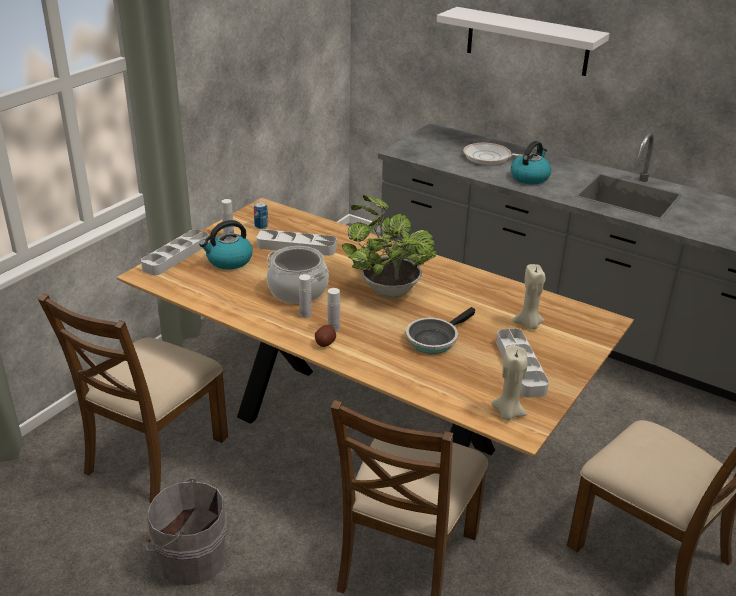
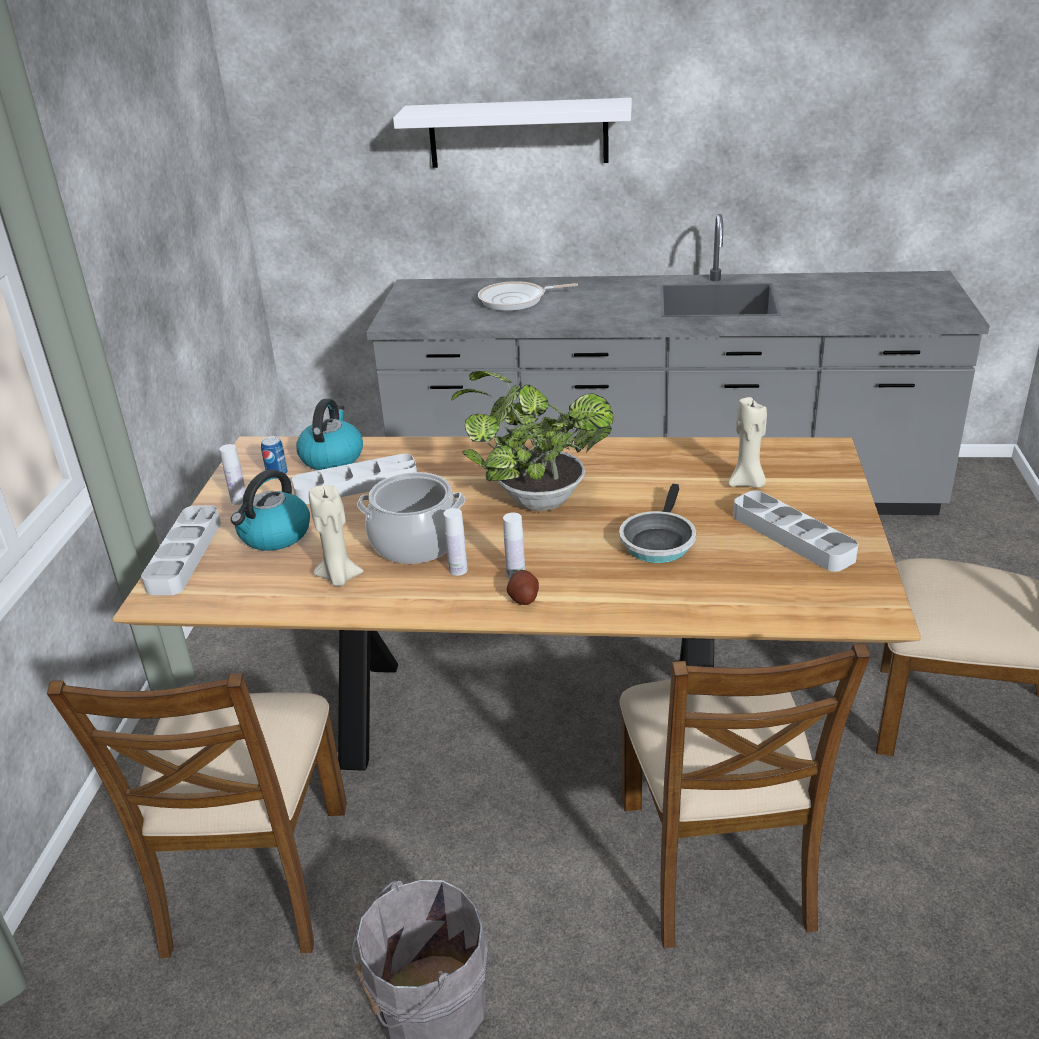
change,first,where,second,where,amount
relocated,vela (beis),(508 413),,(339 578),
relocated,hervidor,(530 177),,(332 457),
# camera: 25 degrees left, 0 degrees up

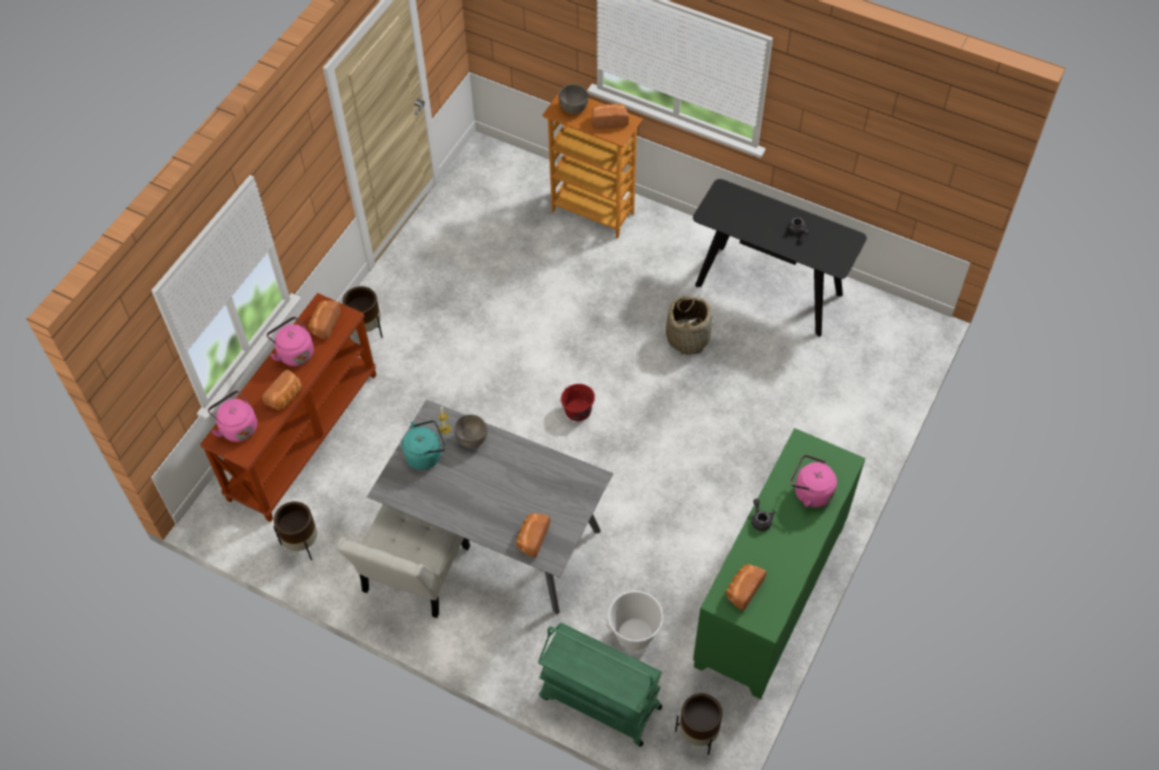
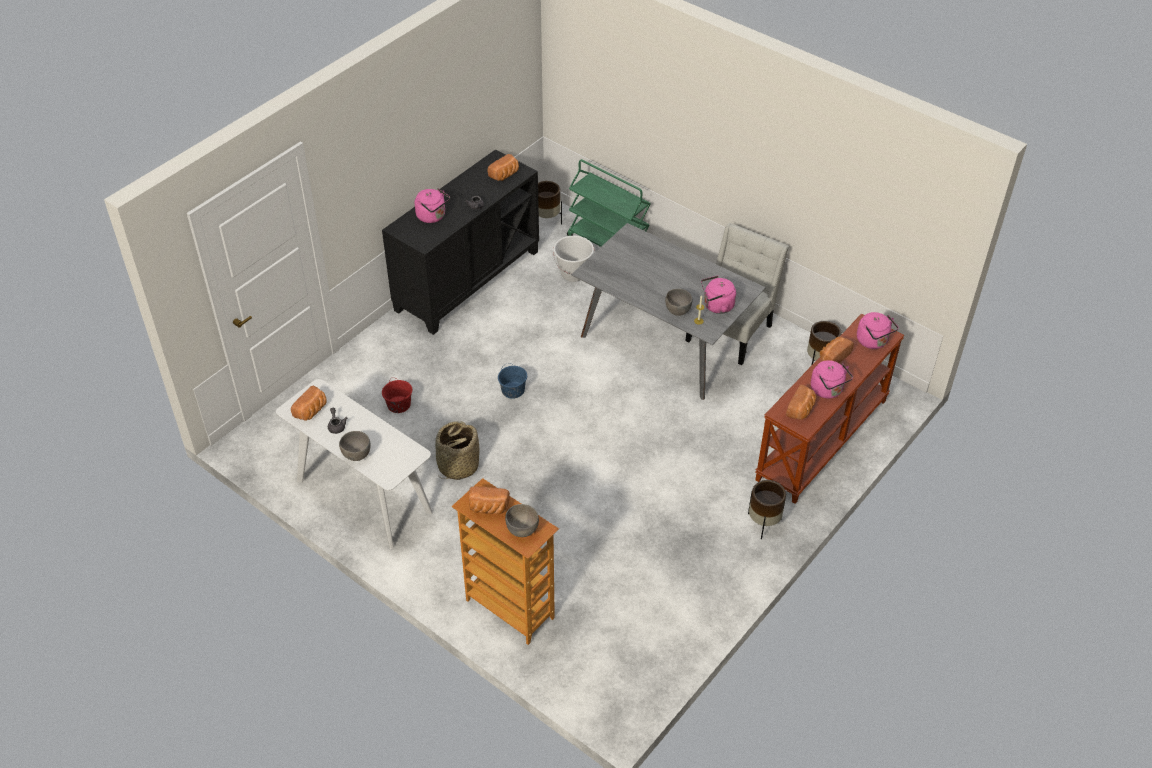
change,first,where,second,where,amount
colour,hervidor (turquesa),(425 454),hervidor (rosa),(716 306),
relocated,pan,(532 538),,(312 411),
relocated,cubo (rojo),(578 410),,(398 404),
colour,mesa consola (negro),(769 289),mesa consola (blanco),(363 496),
colour,armario (verde),(771 595),armario (negro),(467 280),
appeared,,,cuenco (gris),(356 454),
appeared,,,cubo (azul),(512 390),
# camera: 170 degrees left, 10 degrees down

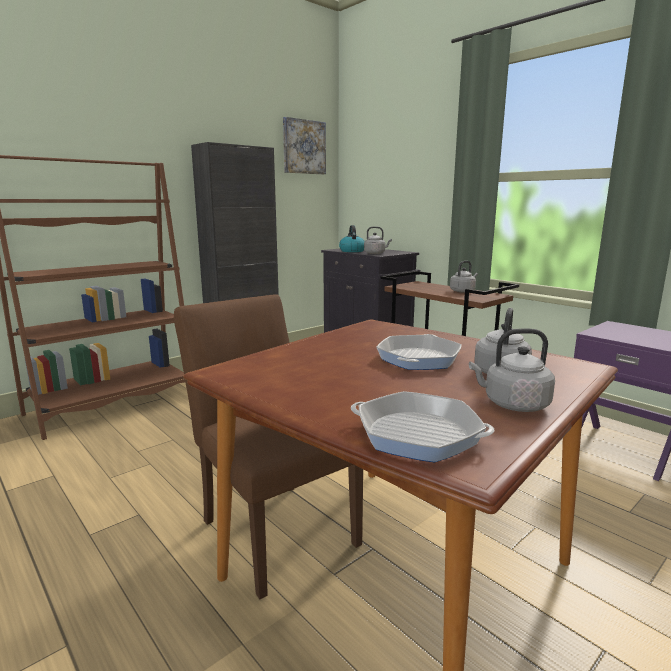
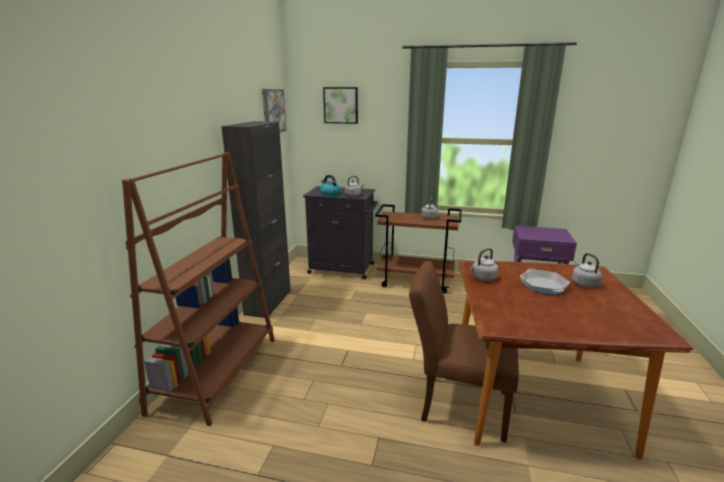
change,first,where,second,where,amount
missing,sartén,(418 434),,,
relocated,hervidor (gris),(513 404),,(482 278),
appeared,,,cuadro,(341 105),
# camera: 35 degrees left, 5 degrees up

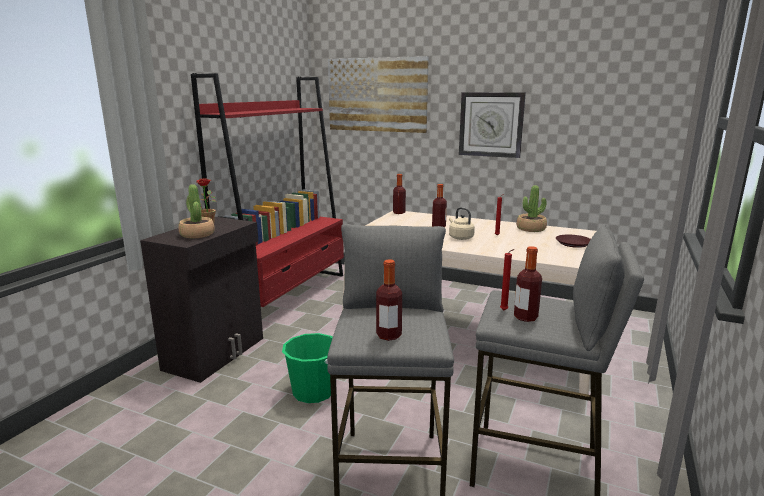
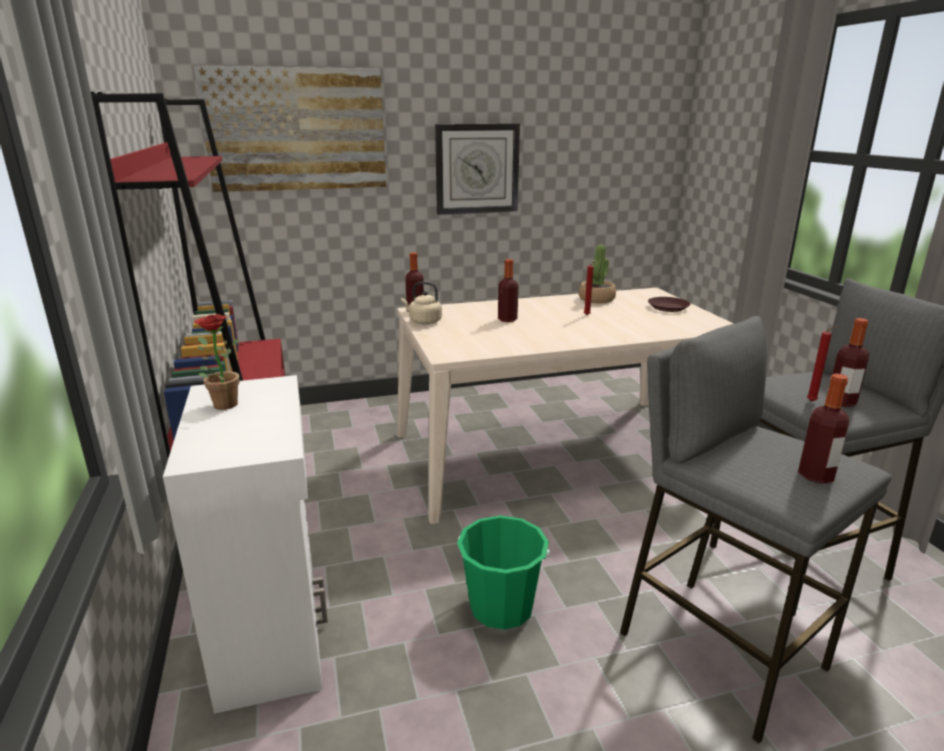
change,first,where,second,where,amount
colour,armario (negro),(216 353),armario (blanco),(273 629),
missing,planta en maceta,(197 234),,,
relocated,hervidor (beis),(460 237),,(423 321),
# camera: 40 degrees left, 5 degrees up

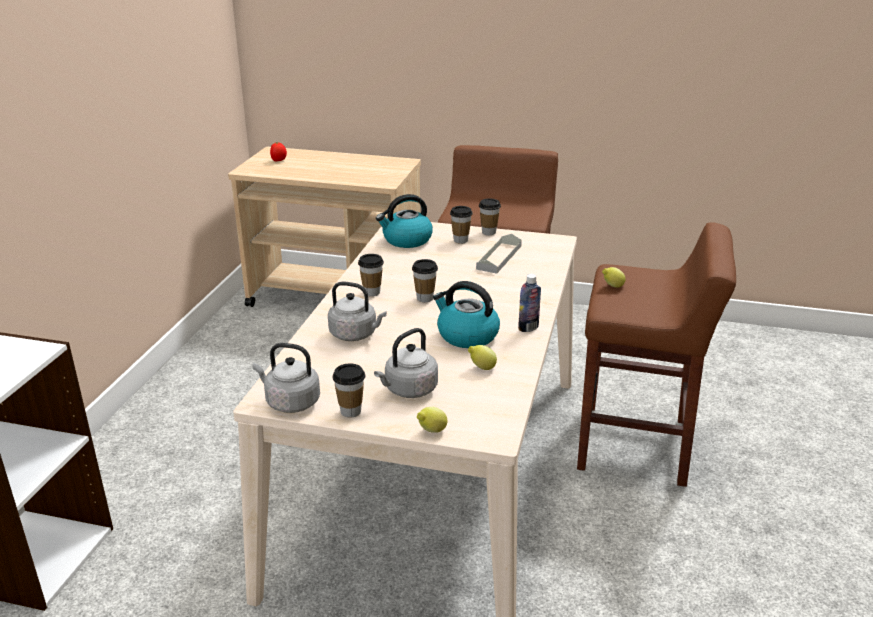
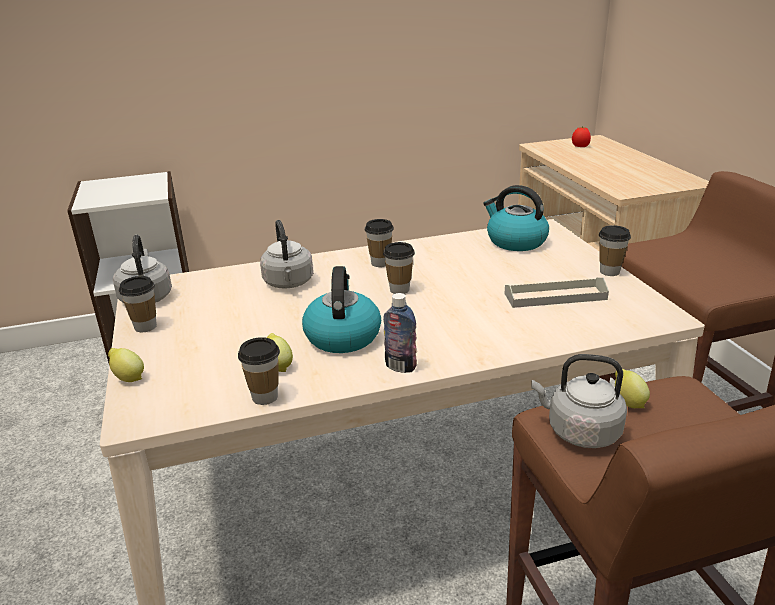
change,first,where,second,where,amount
relocated,hervidor (gris),(408 390),,(579 431),
relocated,taza,(460 240),,(265 397),
# camera: 60 degrees right, 0 degrees up

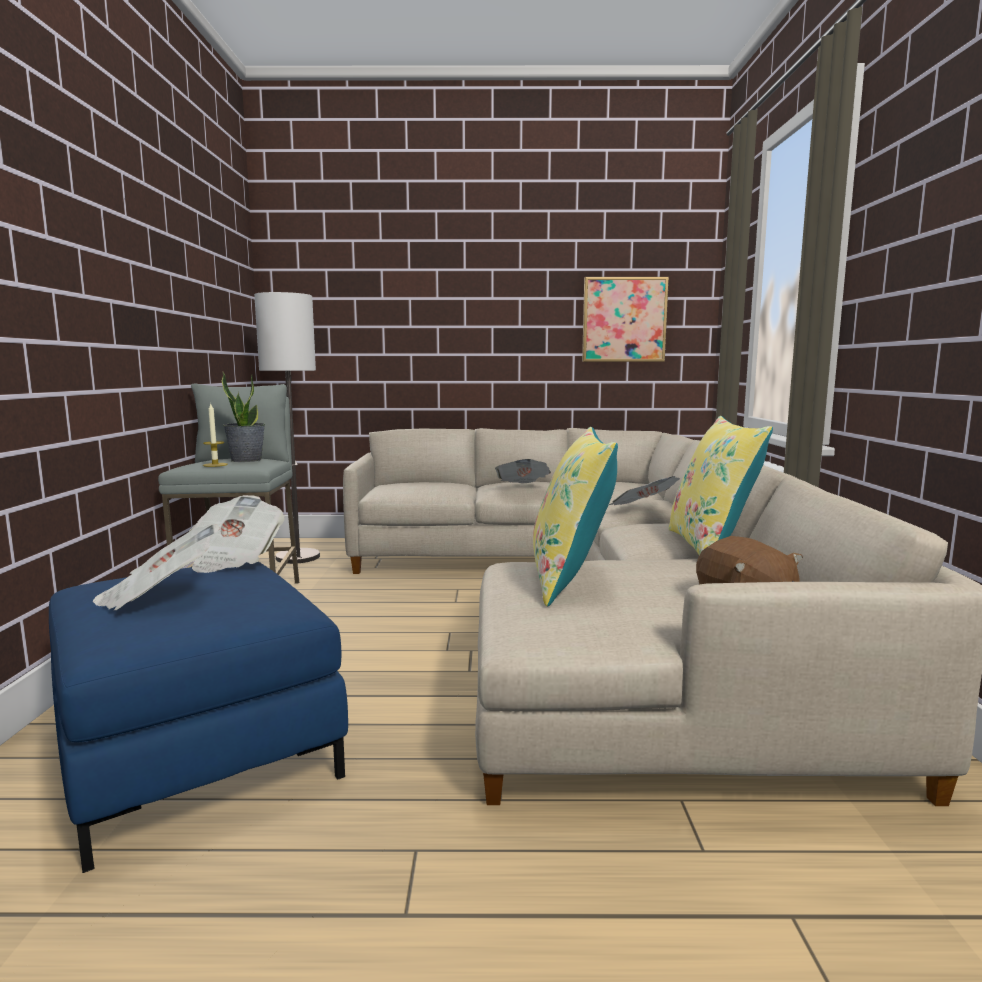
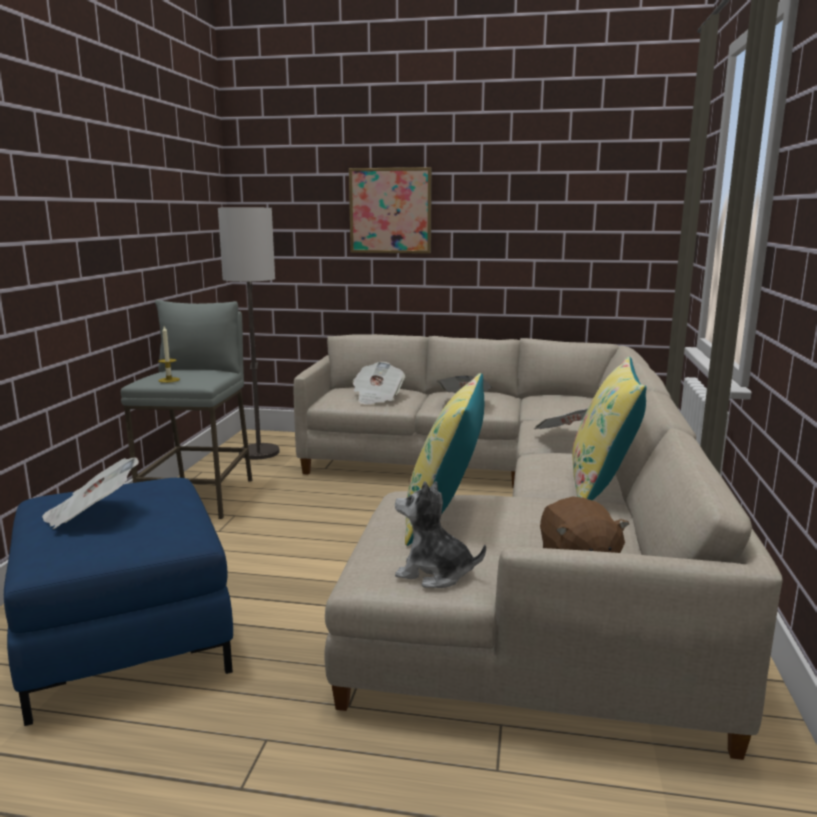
change,first,where,second,where,amount
relocated,periódico,(234 558),,(377 398),
missing,planta en maceta,(246 460),,,
relocated,cuadro,(624 320),,(390 211),
appeared,,,peluche,(434 573),
# camera: 10 degrees right, 5 degrees up

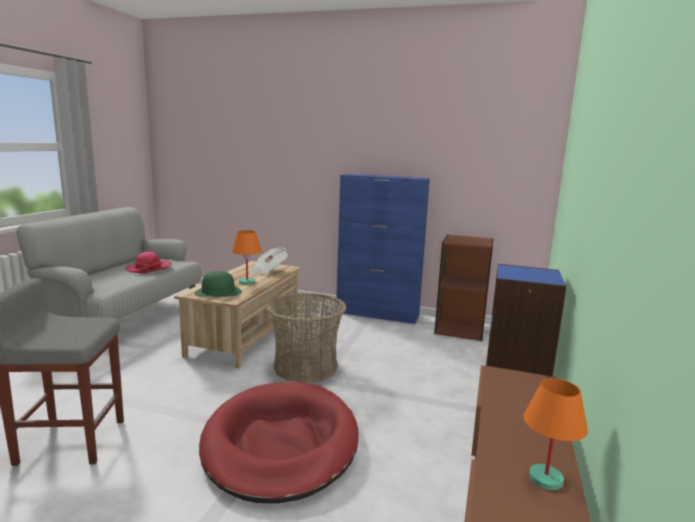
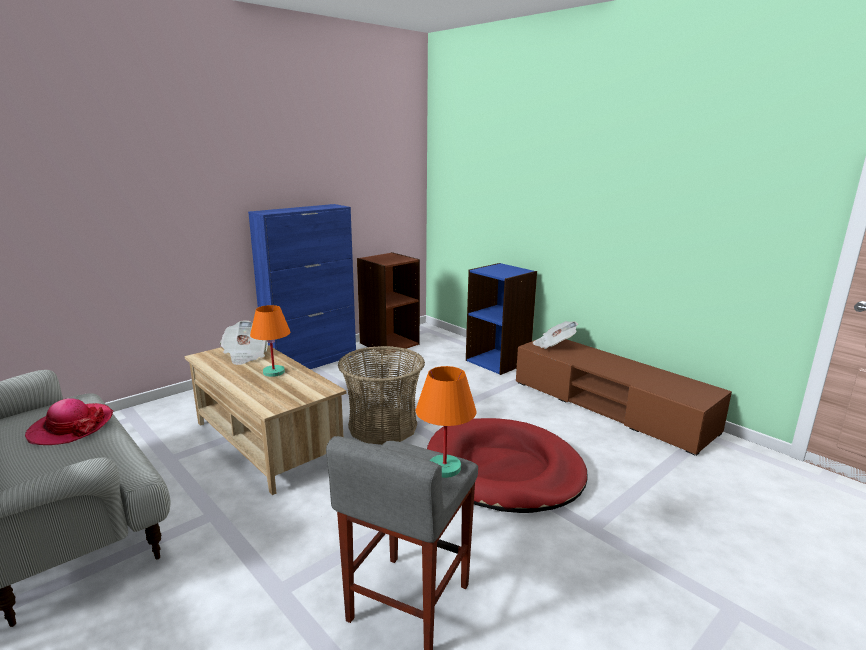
change,first,where,second,where,amount
missing,sombrero (verde),(218 292),,,
relocated,lámpara de mesa (naranja),(546 478),,(444 467),
appeared,,,periódico,(554 345),
# camera: 60 degrees left, 5 degrees up

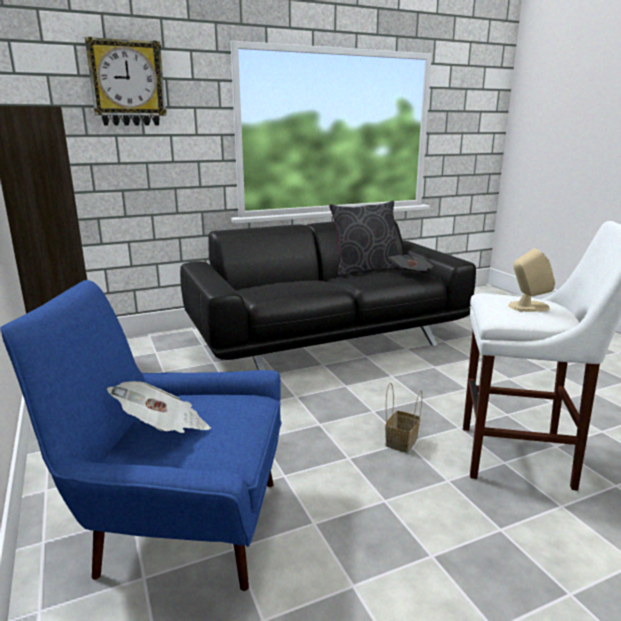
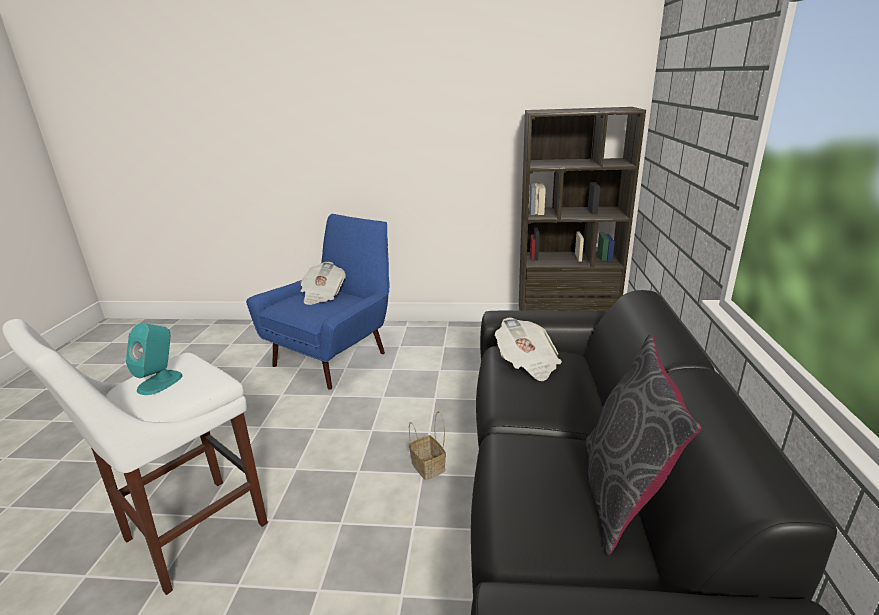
change,first,where,second,where,amount
missing,reloj de pared,(127 83),,,
relocated,cesta,(401 441),,(429 467),
relocated,periódico,(411 275),,(527 364),
colour,altavoz (beis),(528 307),altavoz (turquesa),(160 382),
# camera: 120 degrees right, 5 degrees up

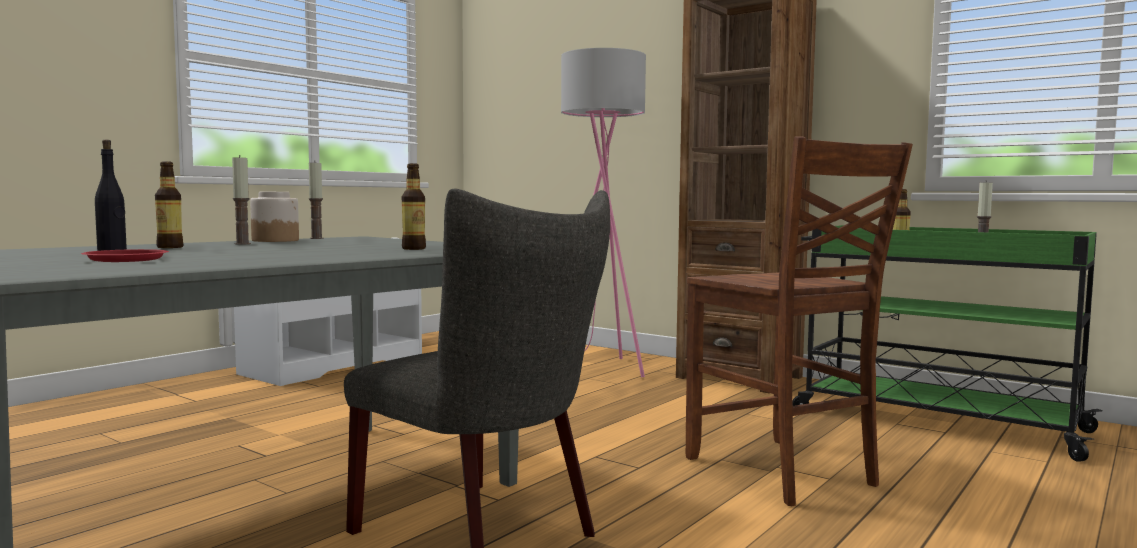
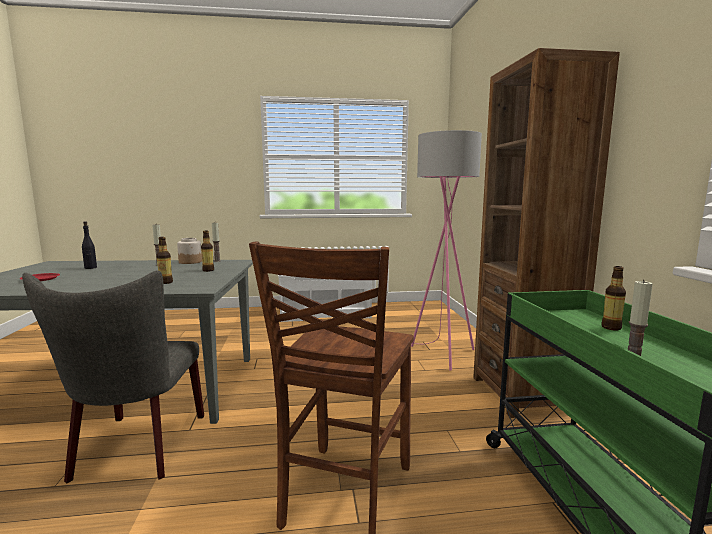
change,first,where,second,where,amount
relocated,botella,(170 247),,(208 270),
# camera: 45 degrees right, 5 degrees up

